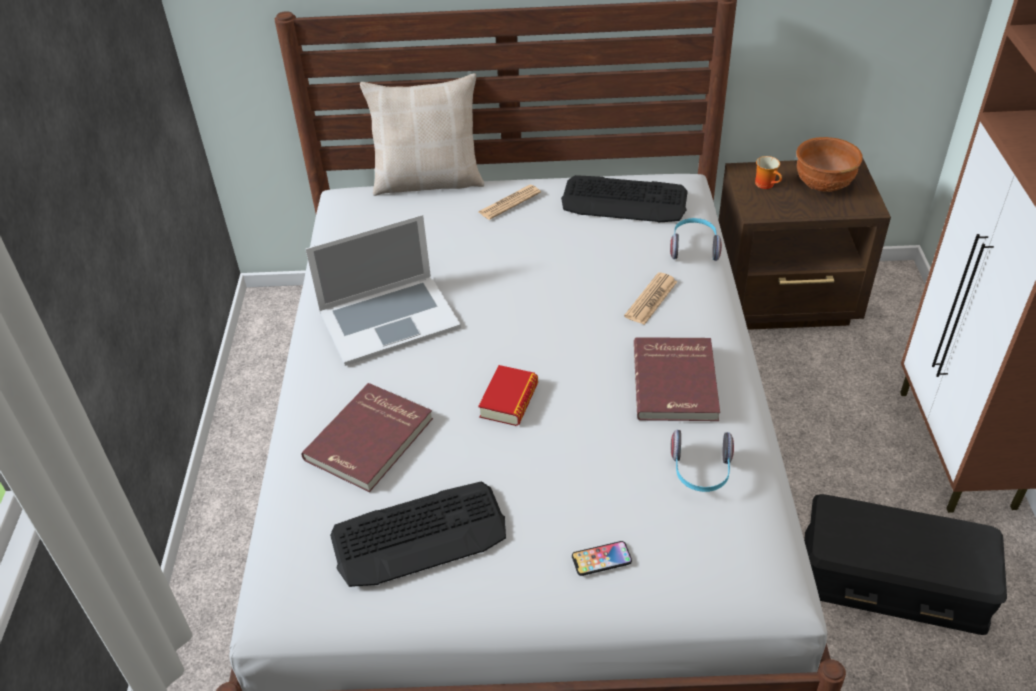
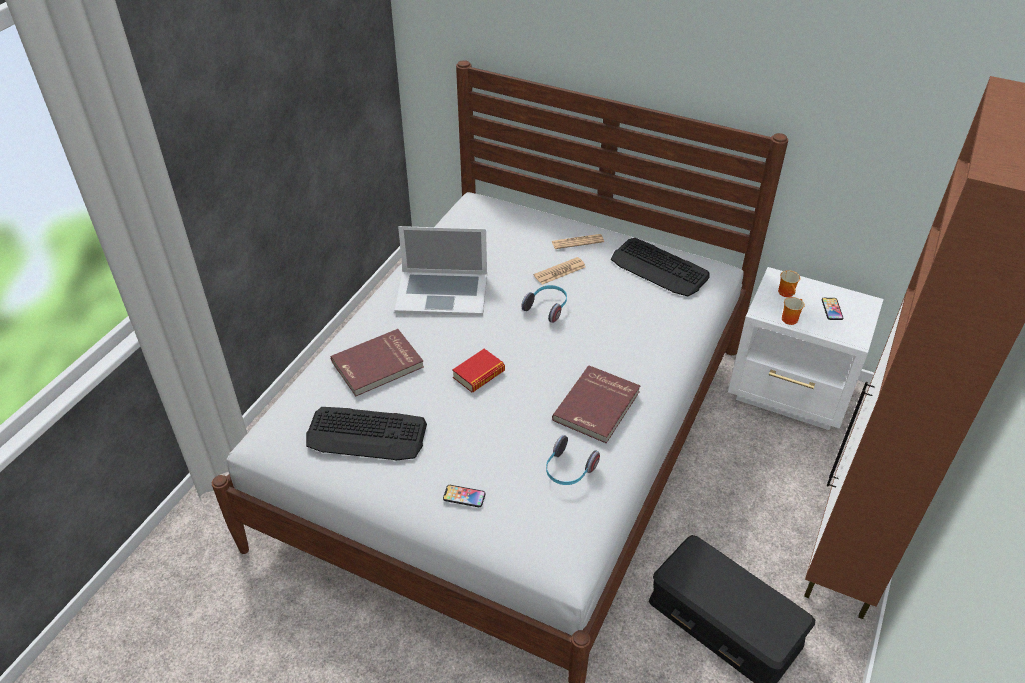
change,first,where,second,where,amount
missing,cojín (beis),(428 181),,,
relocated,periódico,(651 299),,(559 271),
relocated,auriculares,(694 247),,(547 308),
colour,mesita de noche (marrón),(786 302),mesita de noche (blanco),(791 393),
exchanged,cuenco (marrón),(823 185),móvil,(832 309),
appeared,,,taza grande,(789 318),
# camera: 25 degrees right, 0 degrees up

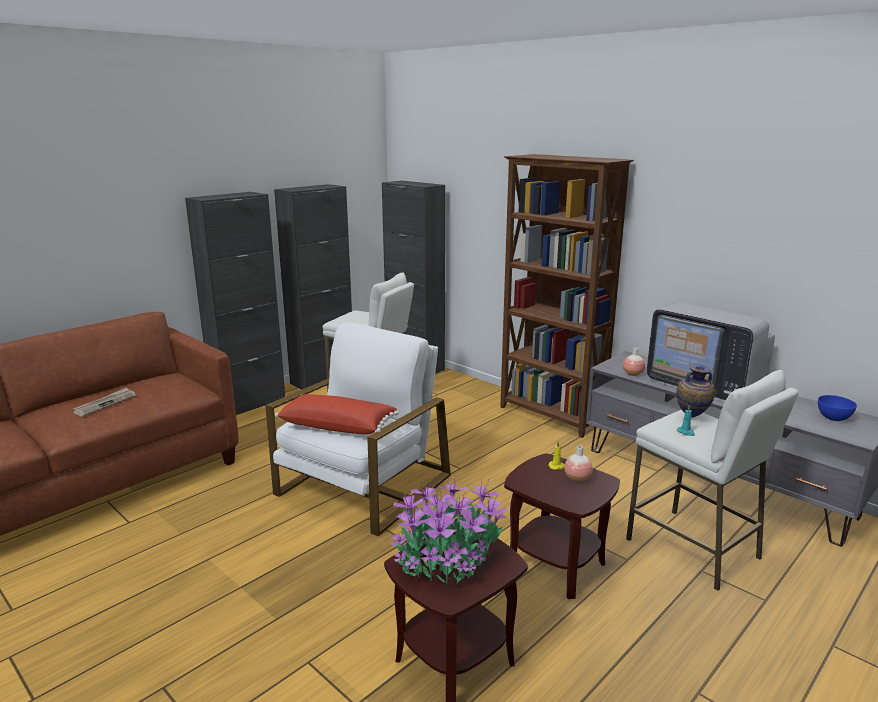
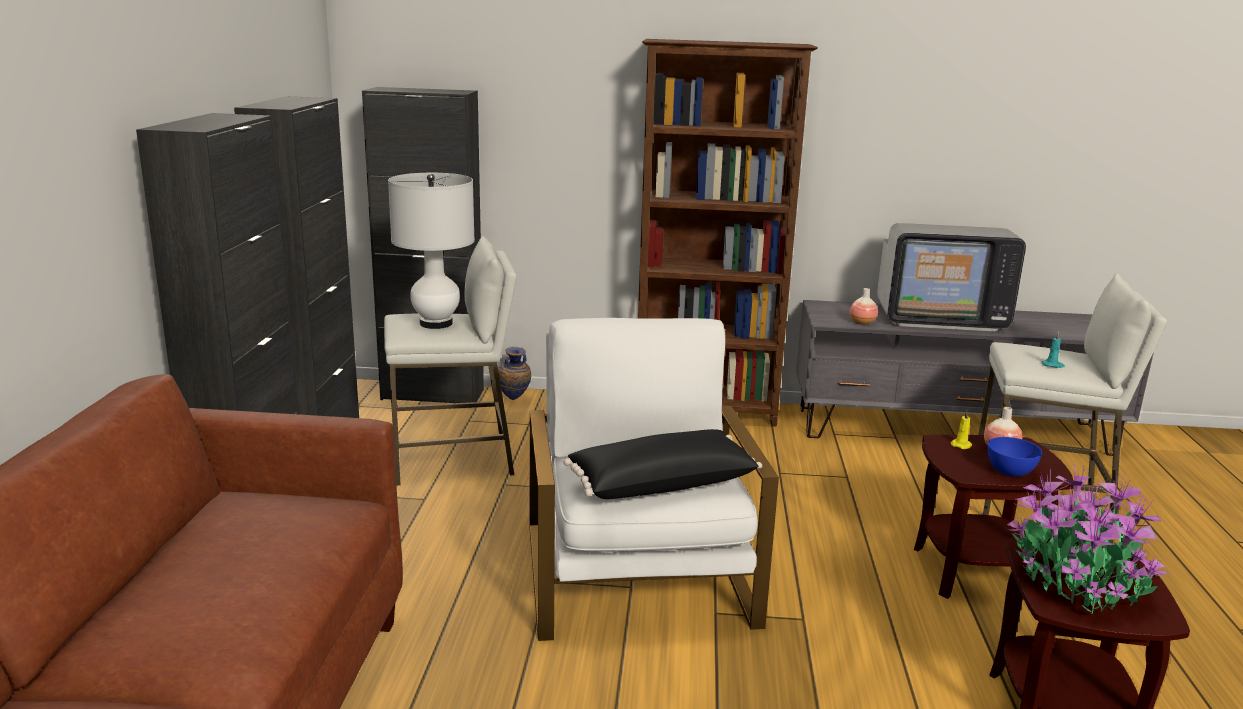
change,first,where,second,where,amount
missing,periódico,(105 404),,,
colour,cojín (rojo),(338 426),cojín (negro),(661 483),
relocated,florero,(691 418),,(514 400),
relocated,cuenco (azul),(833 418),,(1010 472),
appeared,,,lámpara de mesa (blanco),(436 323),
# camera: 40 degrees left, 0 degrees up

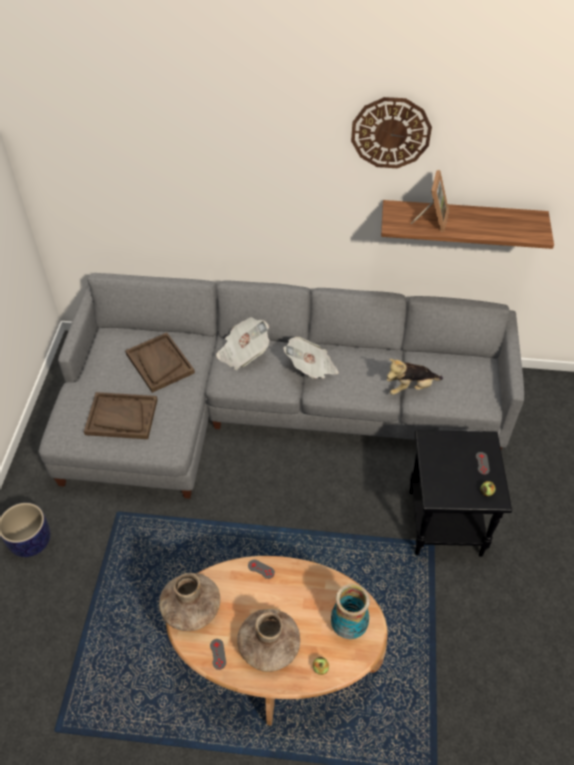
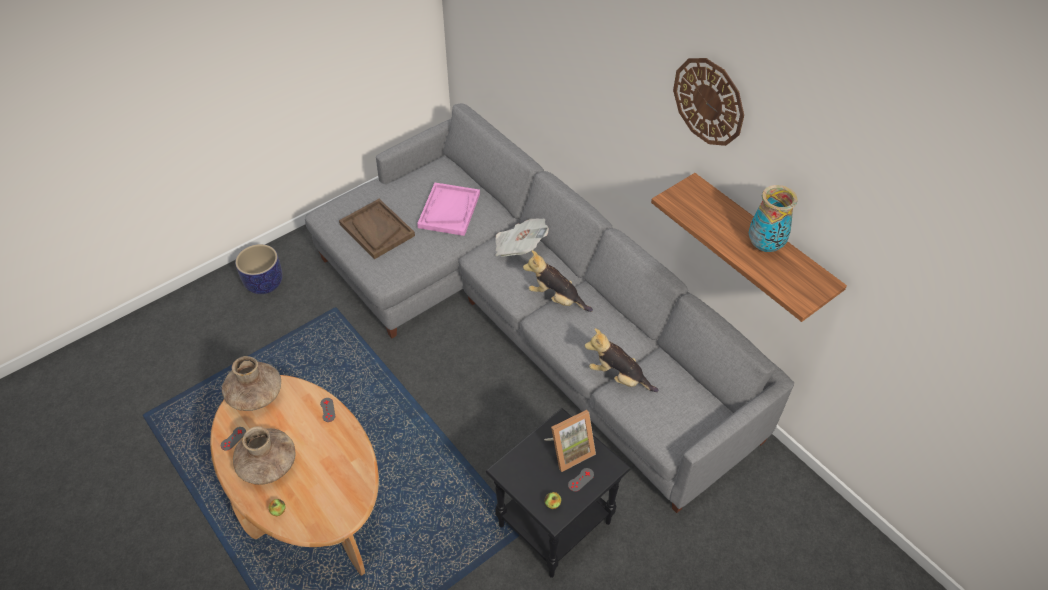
change,first,where,second,where,amount
colour,bandeja (marrón),(159 363),bandeja (rosa),(449 210),
exchanged,periódico,(311 368),peluche,(556 298),
relocated,florero,(348 626),,(765 245),
relocated,portarretratos,(432 219),,(569 451),
# camera: 45 degrees right, 0 degrees up

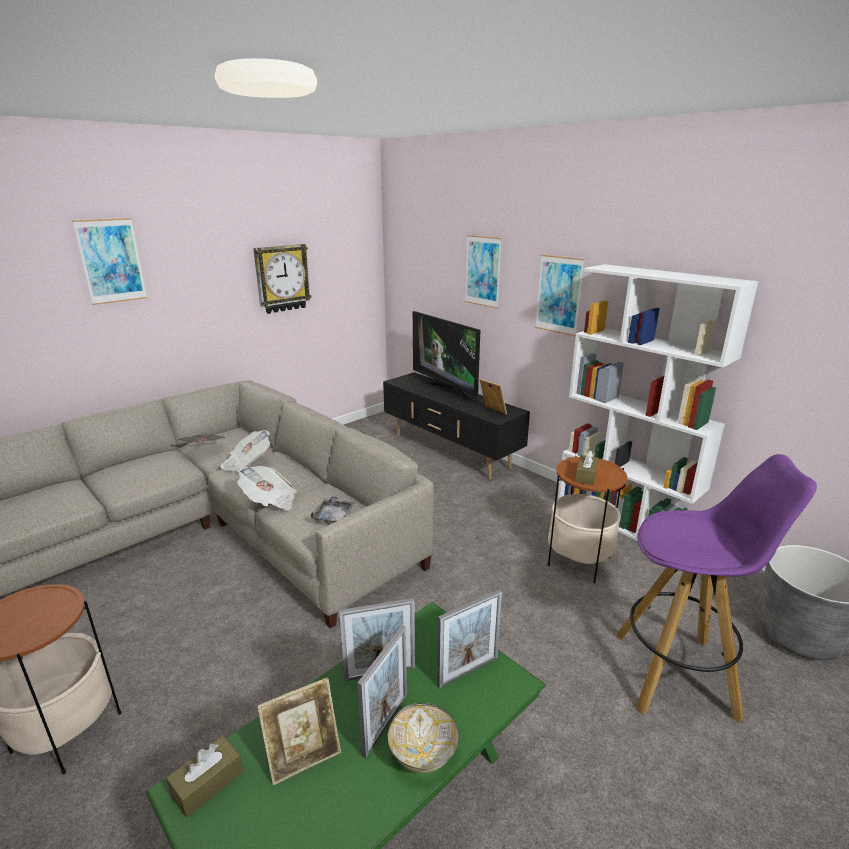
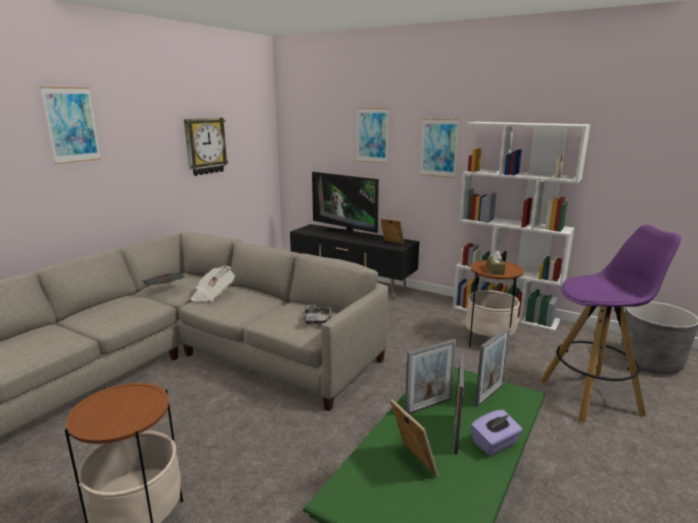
change,first,where,second,where,amount
missing,caja de pañuelos (marrón),(207 783),,,
missing,periódico,(270 500),,,
spun,portarretratos,(304 757),,(412 463),75 degrees counterclockwise
exchanged,cuenco,(423 753),caja de pañuelos (morado),(495 444),
# camera: 15 degrees left, 5 degrees down

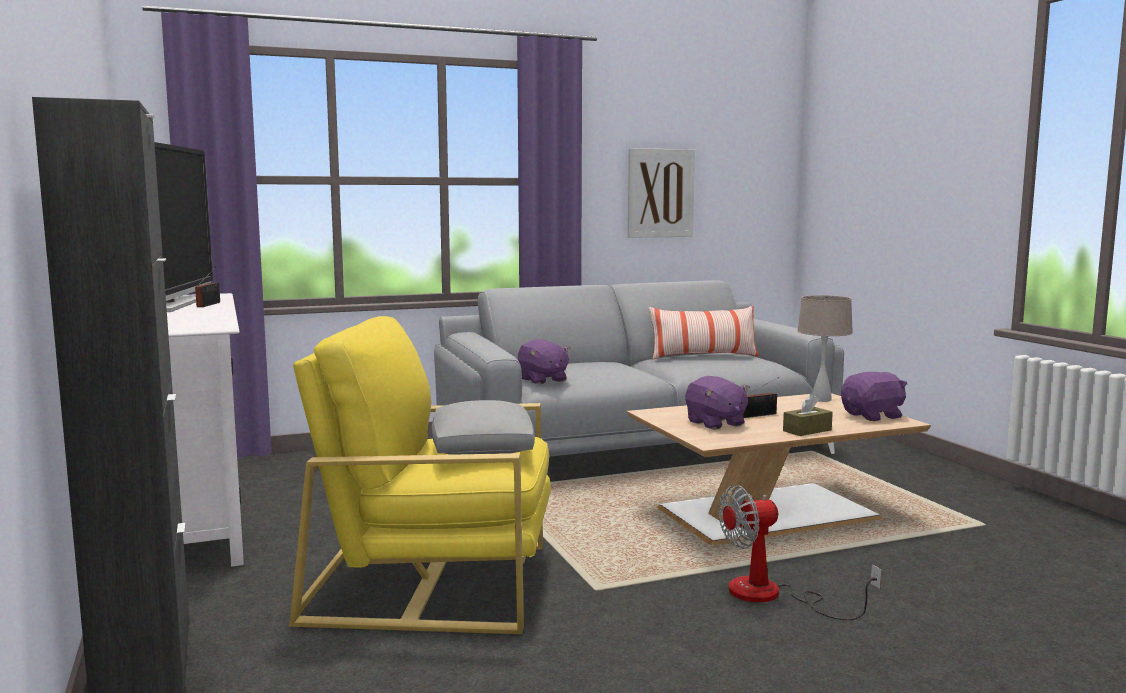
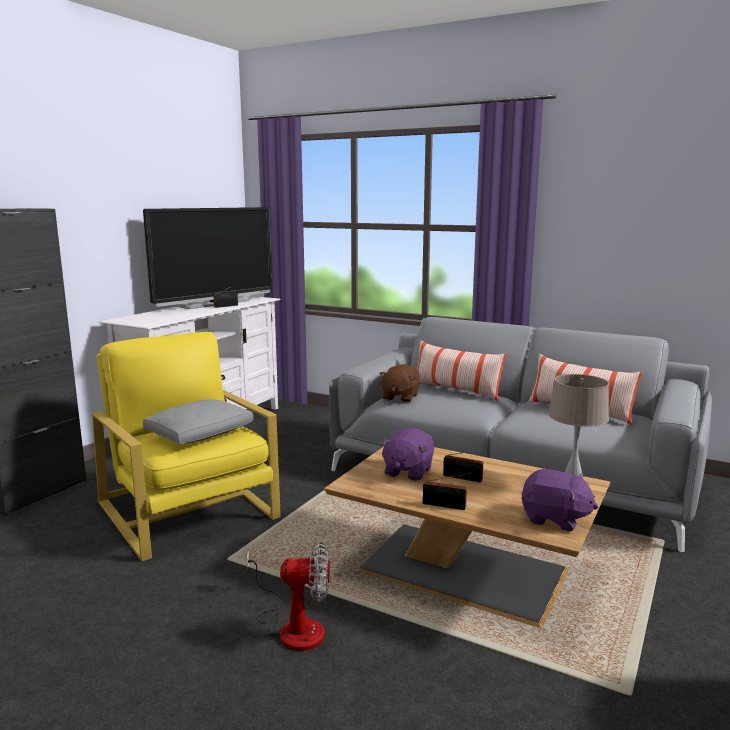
change,first,where,second,where,amount
colour,peluche (morado),(542 380),peluche (marrón),(400 397),
missing,cuadro,(660 193),,,
spun,ventilador,(772 596),,(293 626),150 degrees clockwise
exchanged,caja de pañuelos (marrón),(807 430),radio,(446 506),
appeared,,,cojín,(456 391),
# camera: 50 degrees right, 5 degrees up

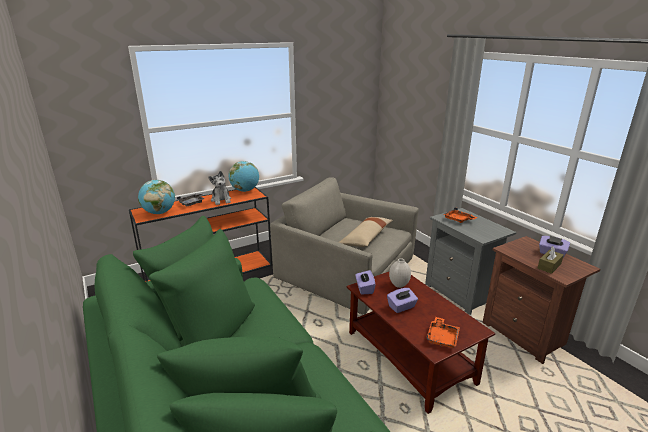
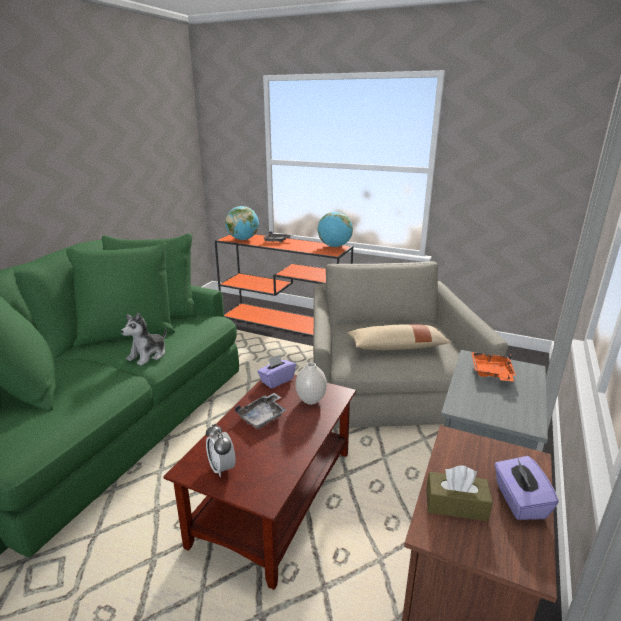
change,first,where,second,where,amount
relocated,peluche,(221 200),,(148 355),
exchanged,caja de pañuelos (morado),(401 307),bandeja (gris),(263 417),
exchanged,bandeja (naranja),(442 337),despertador,(222 468),
# camera: 55 degrees right, 0 degrees up

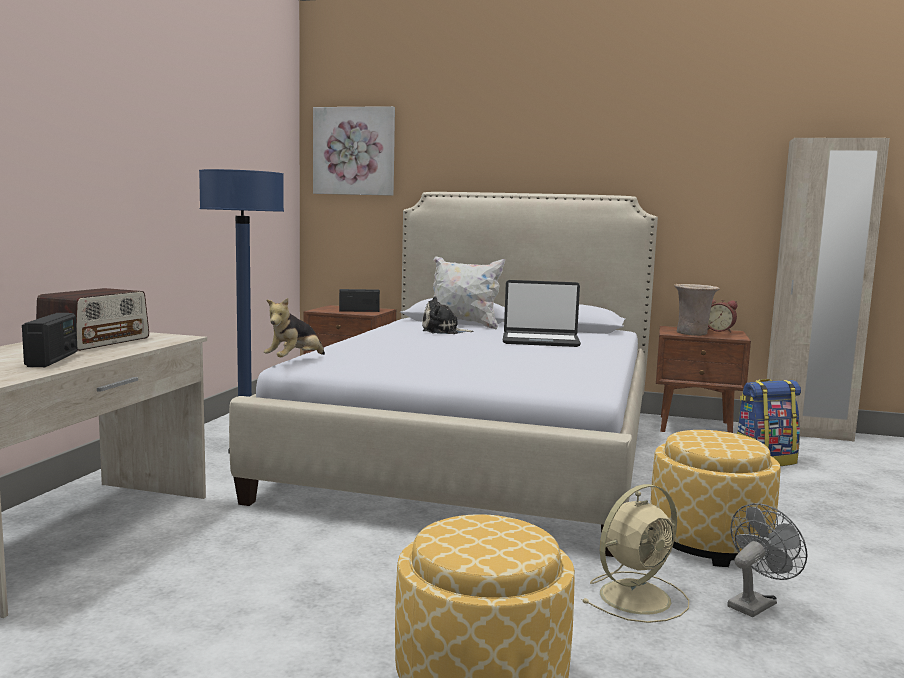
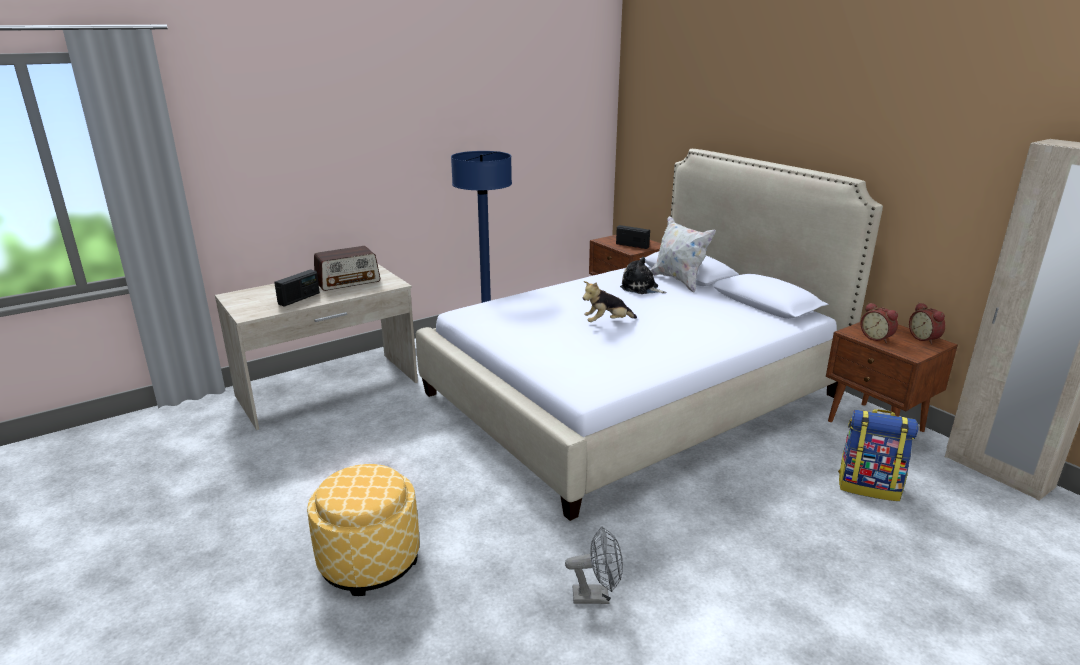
change,first,where,second,where,amount
relocated,peluche,(295 360),,(607 322),
missing,cuadro,(354 151),,,
missing,portátil,(540 341),,,
missing,ventilador (beis),(637 596),,,
missing,puf,(709 542),,,
exchanged,florero (beis),(693 333),despertador,(877 337),
# camera: 40 degrees right, 15 degrees up

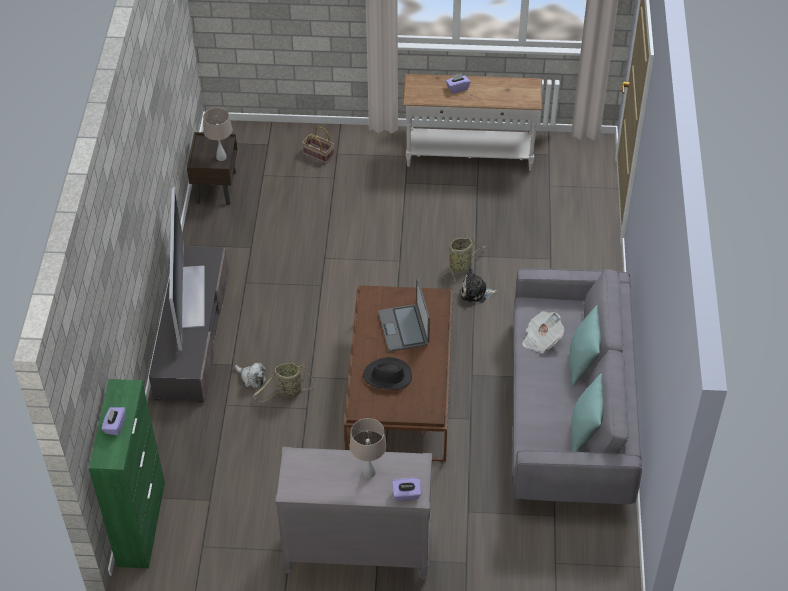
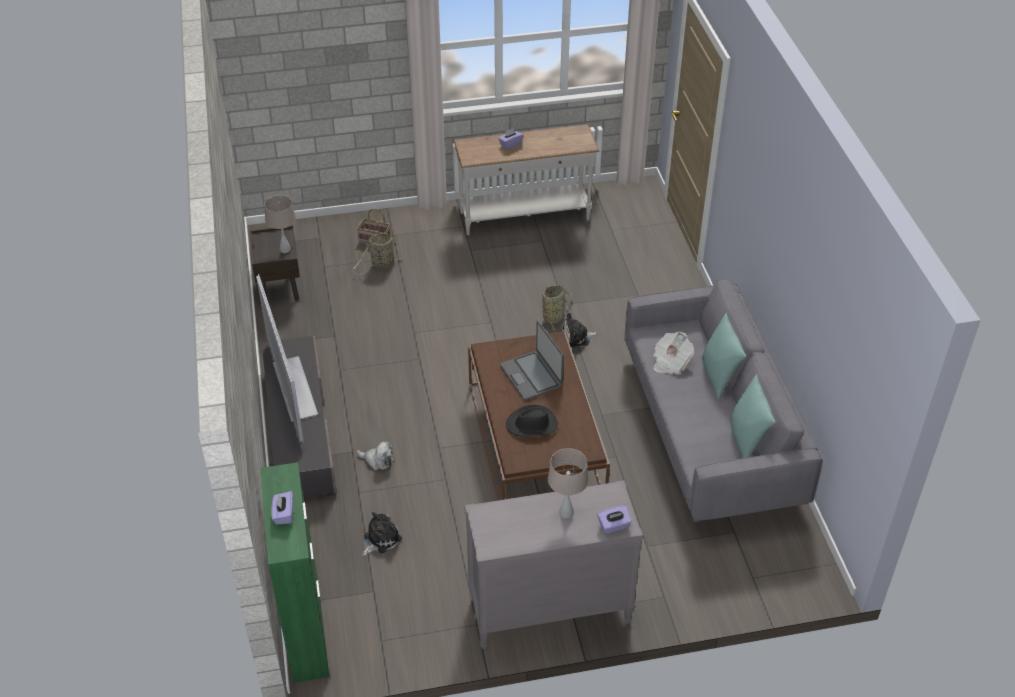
change,first,where,second,where,amount
relocated,cesta,(287 392),,(381 264),
appeared,,,peluche,(380 539),
# camera: 15 degrees left, 5 degrees down

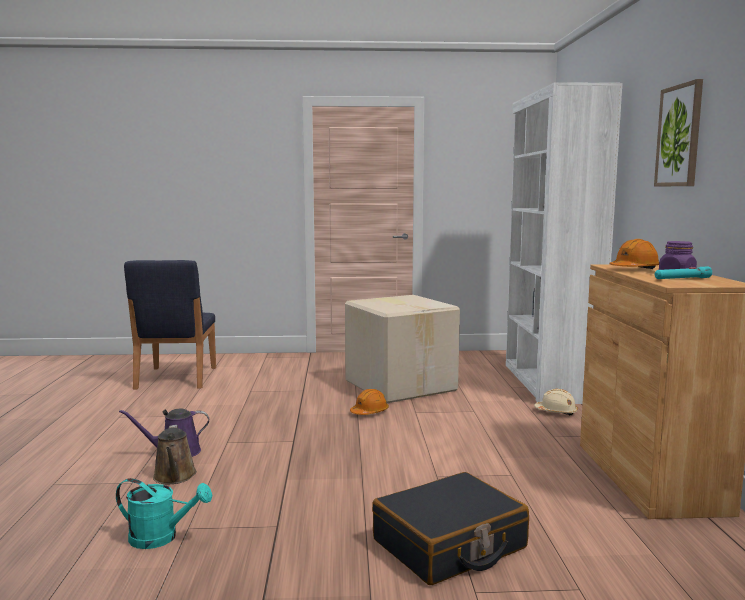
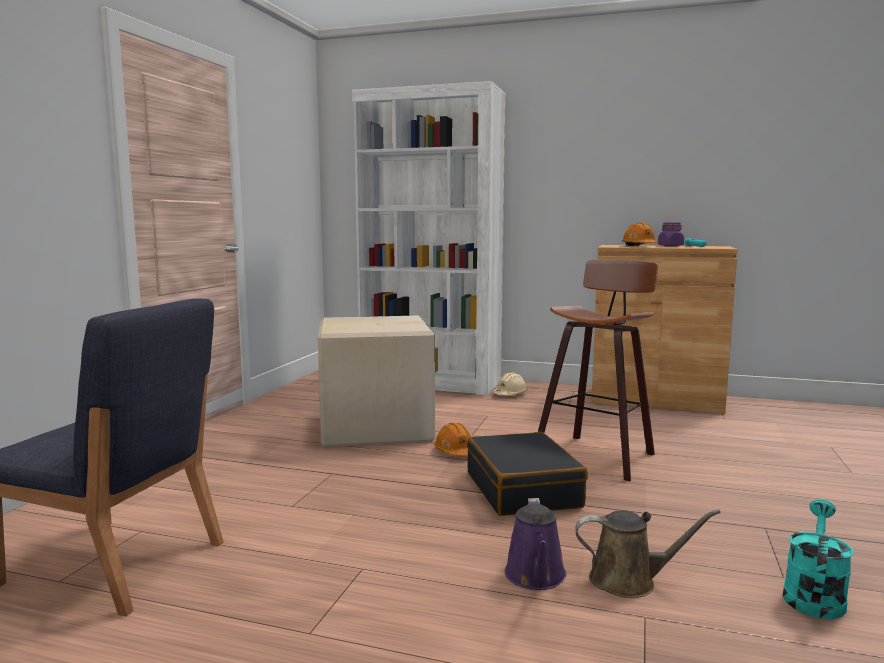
change,first,where,second,where,amount
relocated,maleta (negro),(449 545),,(523 490),
missing,cuadro,(679 136),,,
appeared,,,taburete,(597 455),
# camera: 70 degrees left, 0 degrees up

